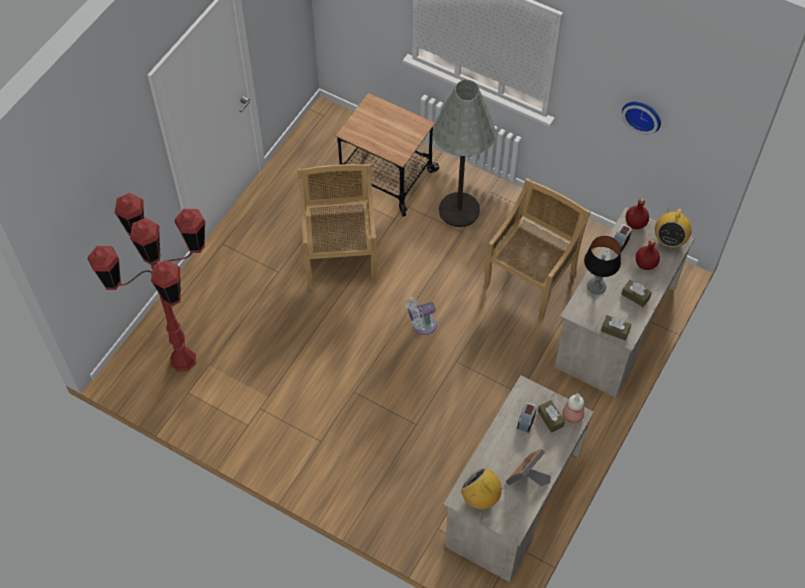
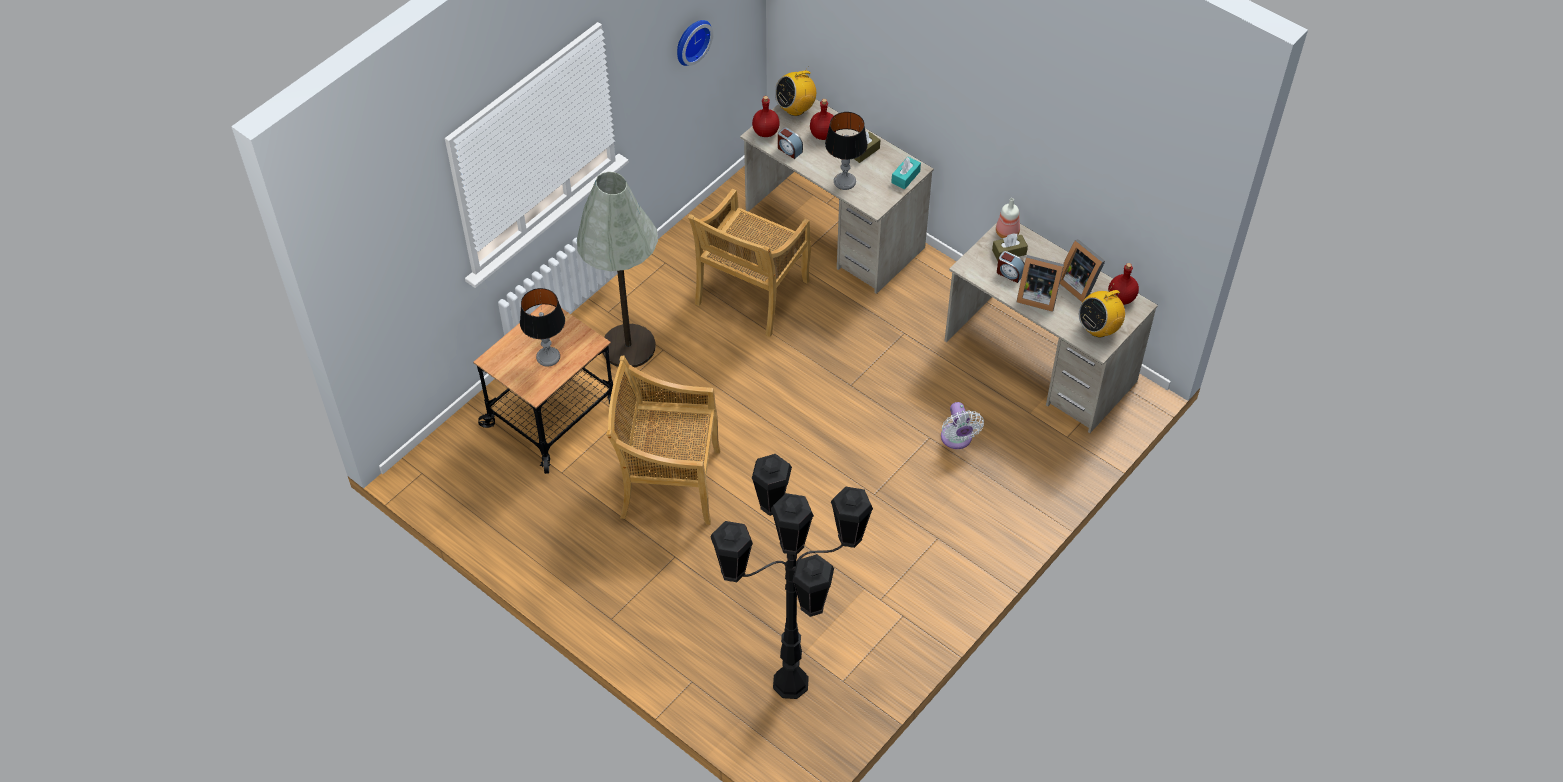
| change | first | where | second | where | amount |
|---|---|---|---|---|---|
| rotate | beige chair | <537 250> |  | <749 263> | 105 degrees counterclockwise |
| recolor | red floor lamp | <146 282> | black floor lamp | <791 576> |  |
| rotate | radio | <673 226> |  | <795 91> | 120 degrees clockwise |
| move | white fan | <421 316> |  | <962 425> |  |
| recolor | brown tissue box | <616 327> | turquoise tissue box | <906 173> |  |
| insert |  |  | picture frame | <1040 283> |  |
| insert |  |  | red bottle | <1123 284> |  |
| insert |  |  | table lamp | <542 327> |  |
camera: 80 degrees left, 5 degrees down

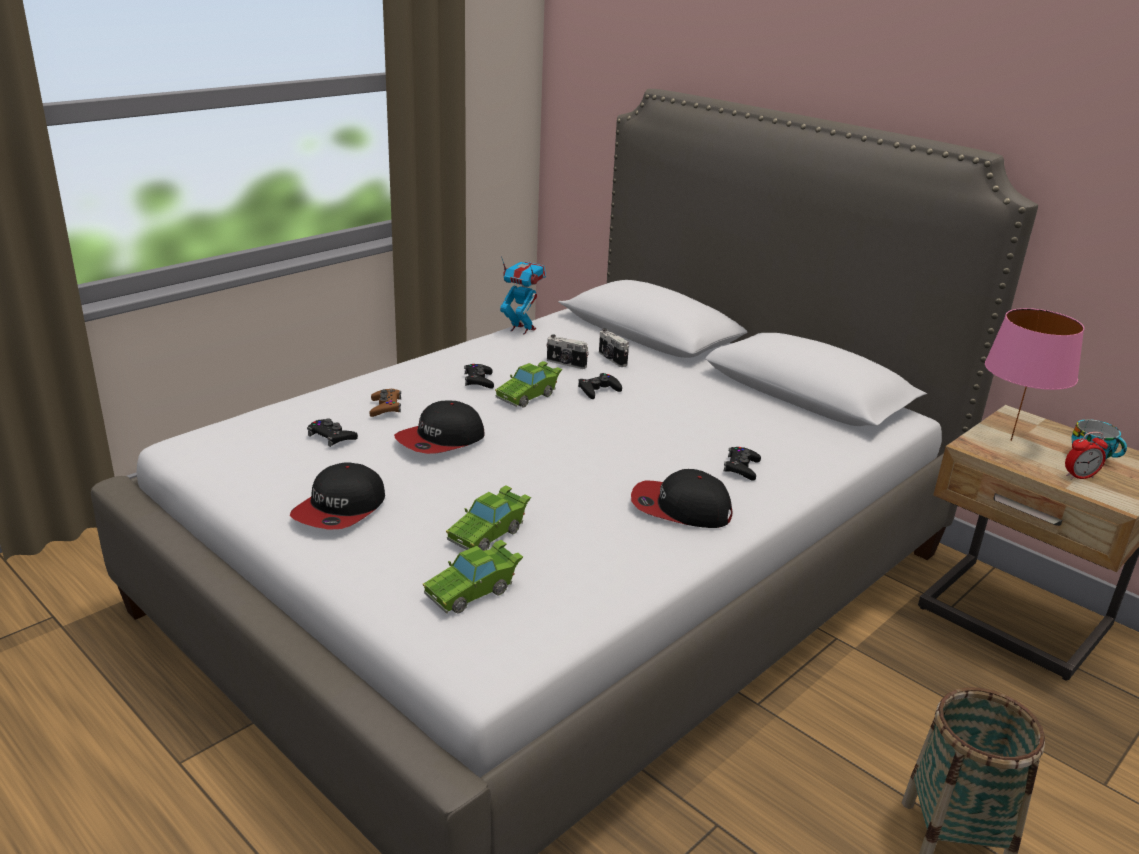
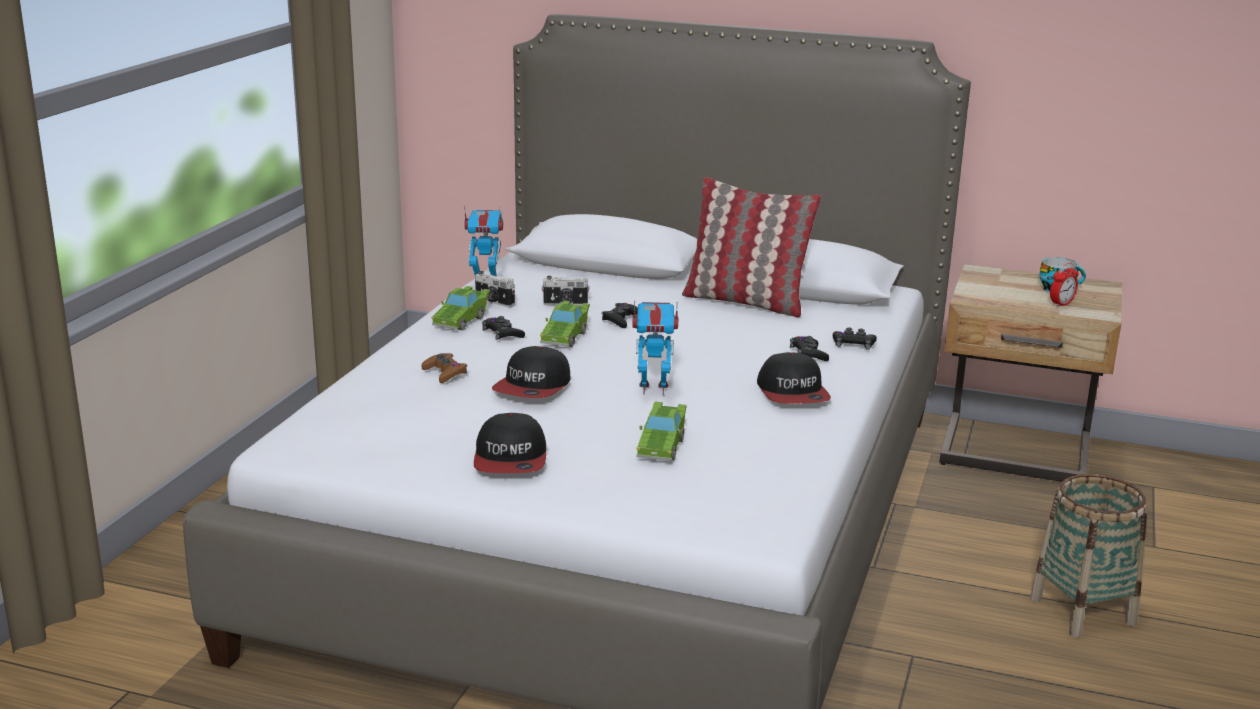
| change | first | where | second | where | amount |
|---|---|---|---|---|---|
| delete | pink table lamp | <1034 374> |  |  |  |
| move | photo camera | <614 347> |  | <495 289> |  |
| move | black game controller | <332 432> |  | <855 338> |  |
| rotate | cap | <681 498> |  | <794 378> | 90 degrees counterclockwise |
| move | green toy car | <473 577> |  | <460 308> |  |
| insert |  |  | pillow | <751 247> |  |
| insert |  |  | toy robot | <655 348> |  |
camera: 25 degrees left, 5 degrees down

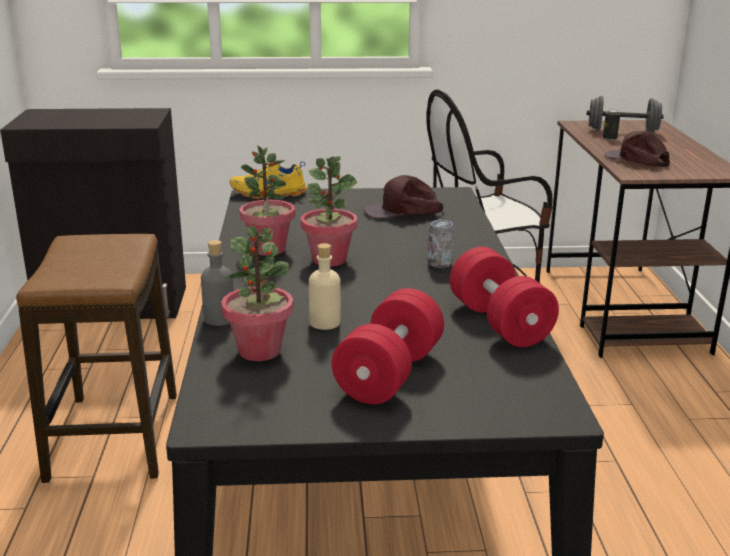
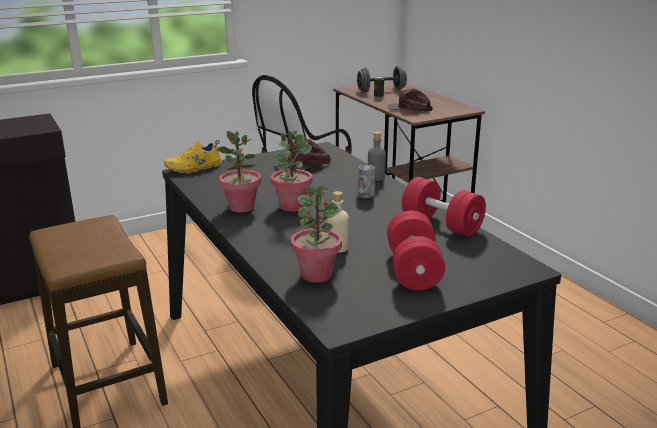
| change | first | where | second | where | amount |
|---|---|---|---|---|---|
| move | grey bottle | <217 283> |  | <377 156> |  |
camera: 25 degrees left, 0 degrees up

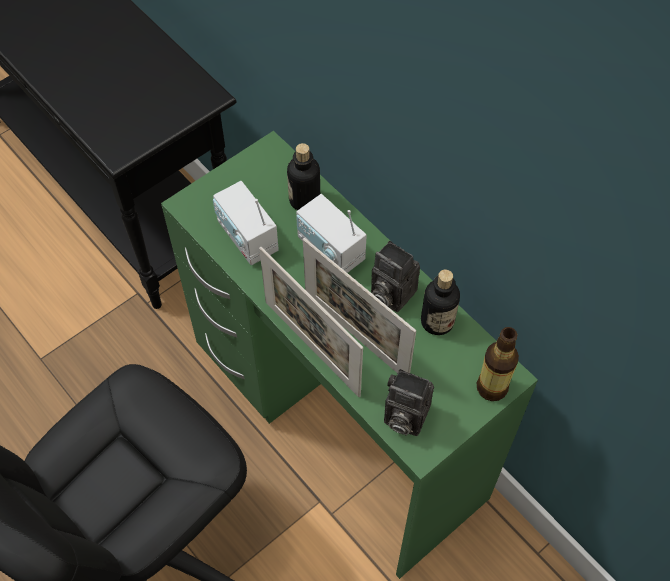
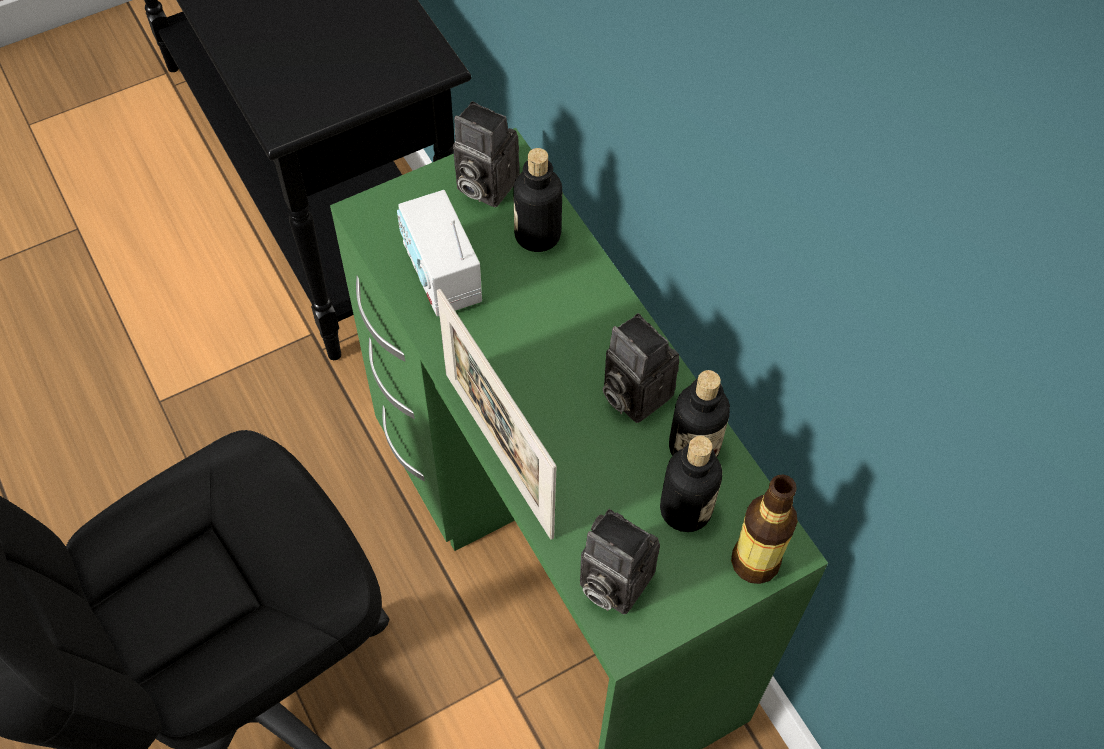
| change | first | where | second | where | amount |
|---|---|---|---|---|---|
| delete | radio | <331 233> |  |  |  |
| delete | picture frame | <359 305> |  |  |  |
| insert |  |  | photo camera | <486 154> |  |
| insert |  |  | bottle | <691 484> |  |
camera: 10 degrees right, 0 degrees up

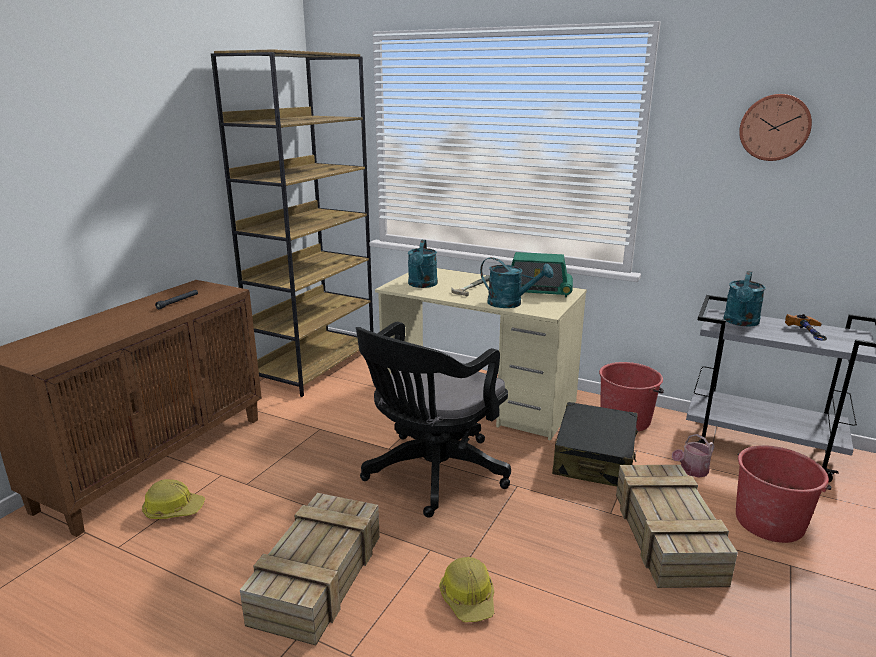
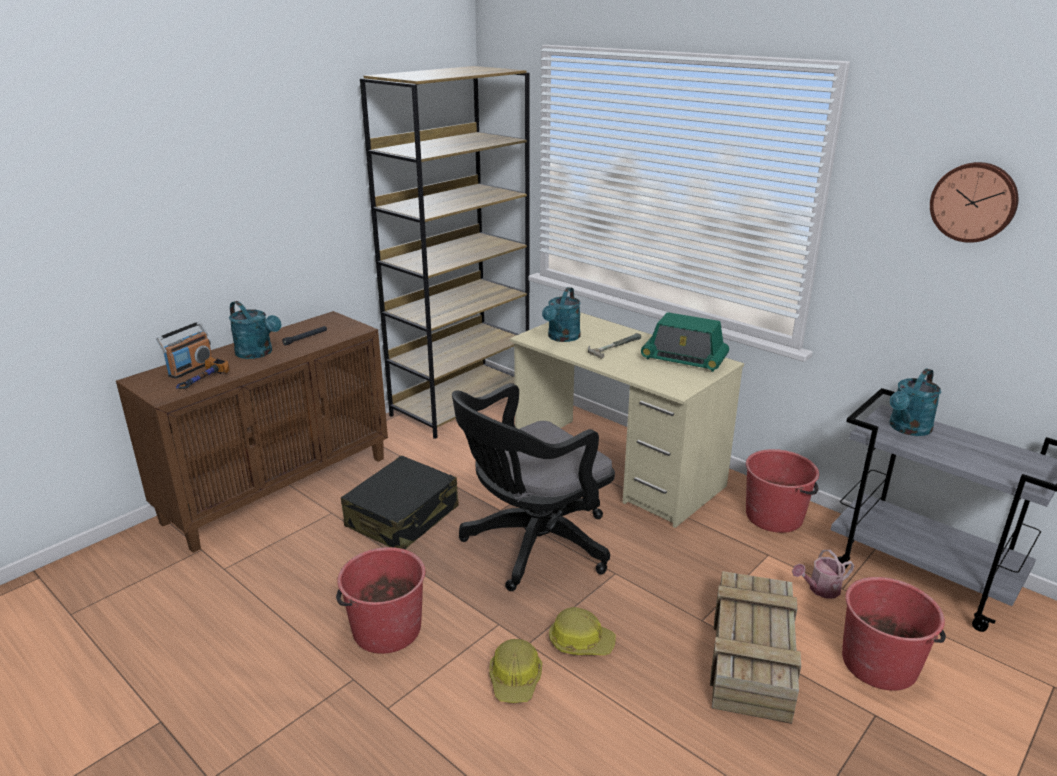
| change | first | where | second | where | amount |
|---|---|---|---|---|---|
| move | turquoise watering can | <516 282> |  | <255 330> |  |
| move | hammer | <806 327> |  | <203 373> |  |
| move | black suitcase | <595 444> |  | <399 502> |  |
| move | hard hat | <173 499> |  | <582 631> |  |
| replace | crate | <310 569> | red bucket | <380 600> |  |
| insert |  |  | radio | <184 350> |  |
camera: 15 degrees right, 5 degrees up

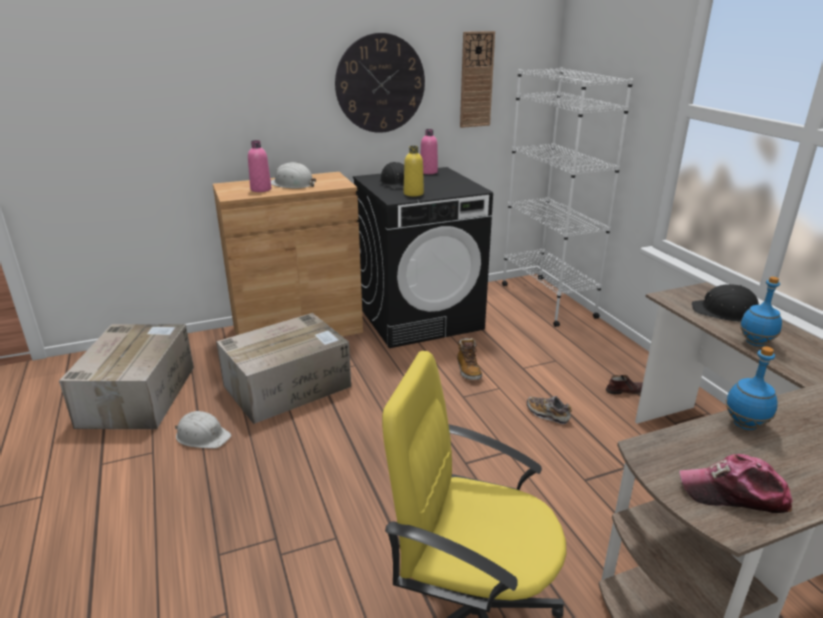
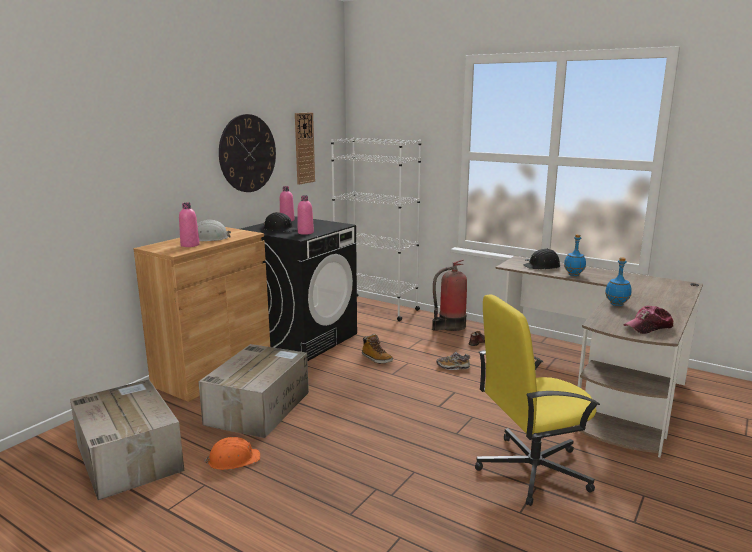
| change | first | where | second | where | amount |
|---|---|---|---|---|---|
| recolor | yellow bottle | <414 171> | pink bottle | <306 215> |  |
| recolor | white hard hat | <203 430> | orange hard hat | <232 453> |  |
| insert |  |  | fire extinguisher | <449 295> |  |
camera: 35 degrees left, 10 degrees down

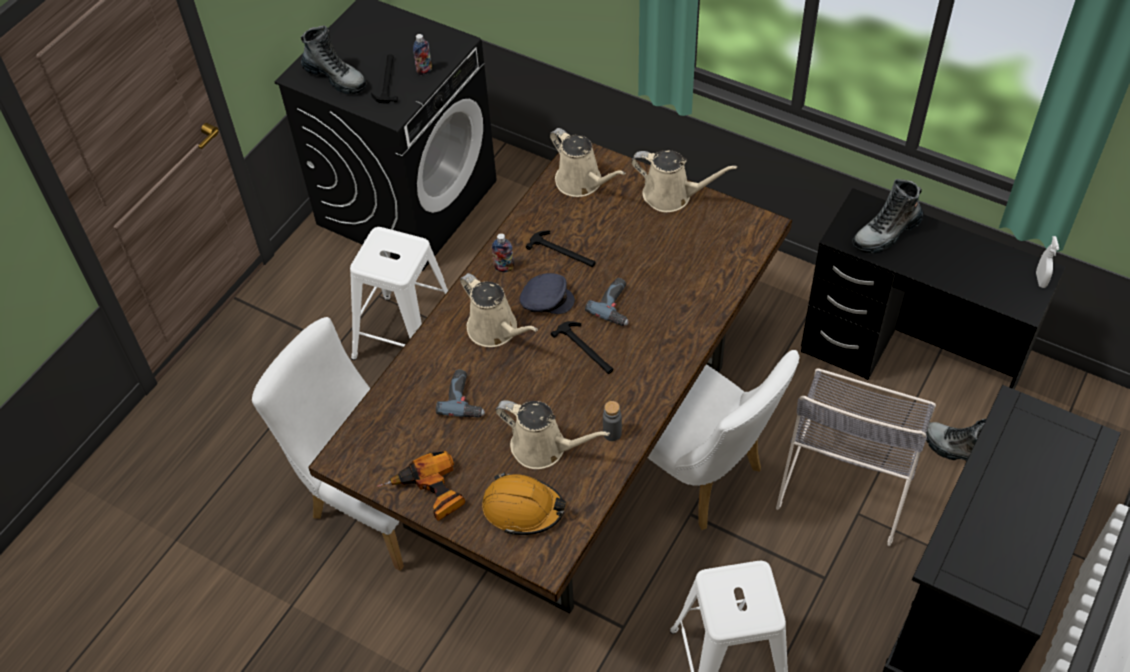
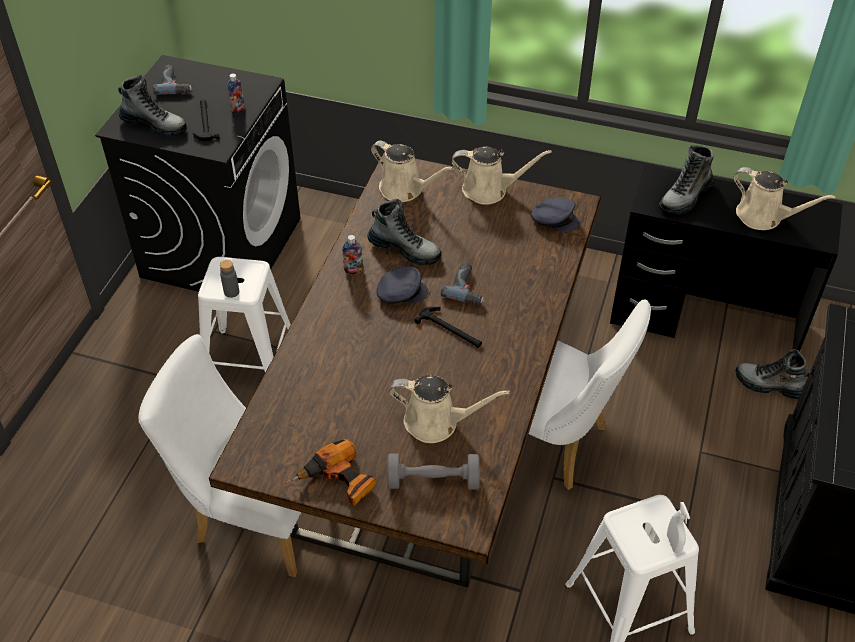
| change | first | where | second | where | amount |
|---|---|---|---|---|---|
| replace | hammer | <561 248> | boot | <404 232> |  |
| move | white spray bottle | <1047 262> |  | <678 527> |  |
| move | beige watering can | <499 310> |  | <784 198> |  |
| delete | grey chair | <856 457> |  |  |  |
| move | power drill | <460 393> |  | <172 80> |  |
| move | grey bottle | <612 421> |  | <229 279> |  |
| replace | orange hard hat | <524 503> | grey dumbbell | <433 471> |  |
| insert |  |  | grey cap | <555 214> |  |
camera: 15 degrees left, 5 degrees down

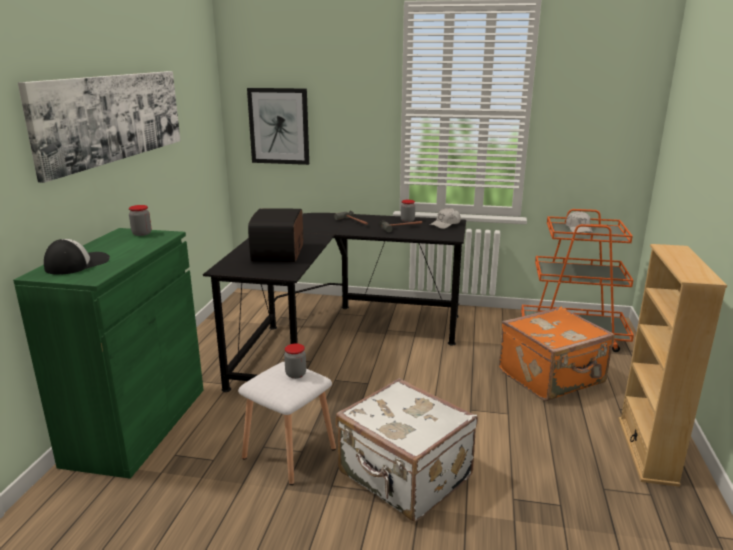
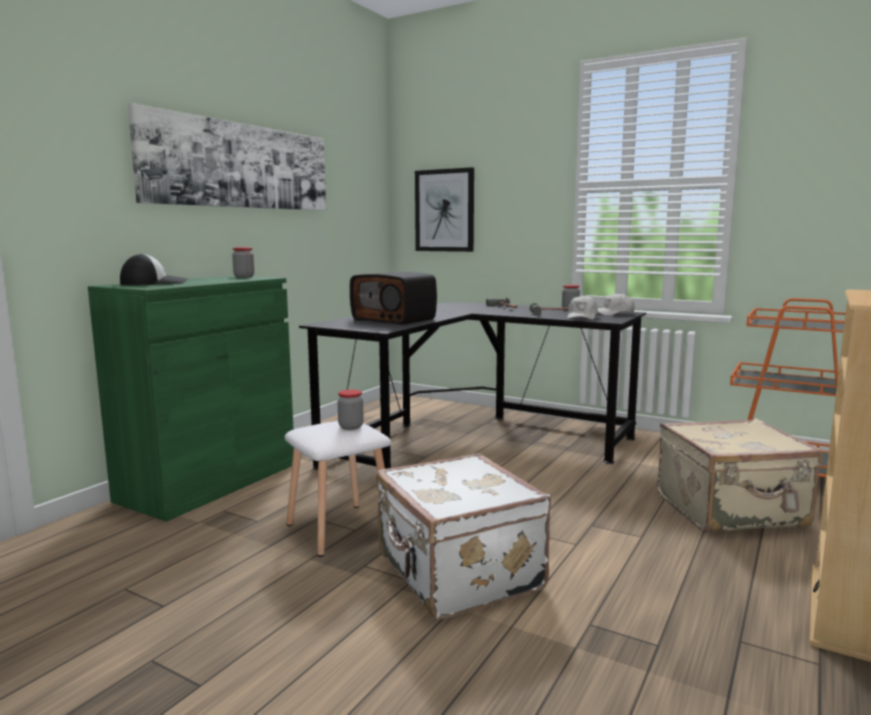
| change | first | where | second | where | amount |
|---|---|---|---|---|---|
| rotate | radio | <275 235> |  | <393 298> | 75 degrees counterclockwise |
| move | white cap | <579 222> |  | <582 307> |  |
| recolor | orange suitcase | <557 353> | beige suitcase | <740 475> |  |
camera: 20 degrees right, 10 degrees down

